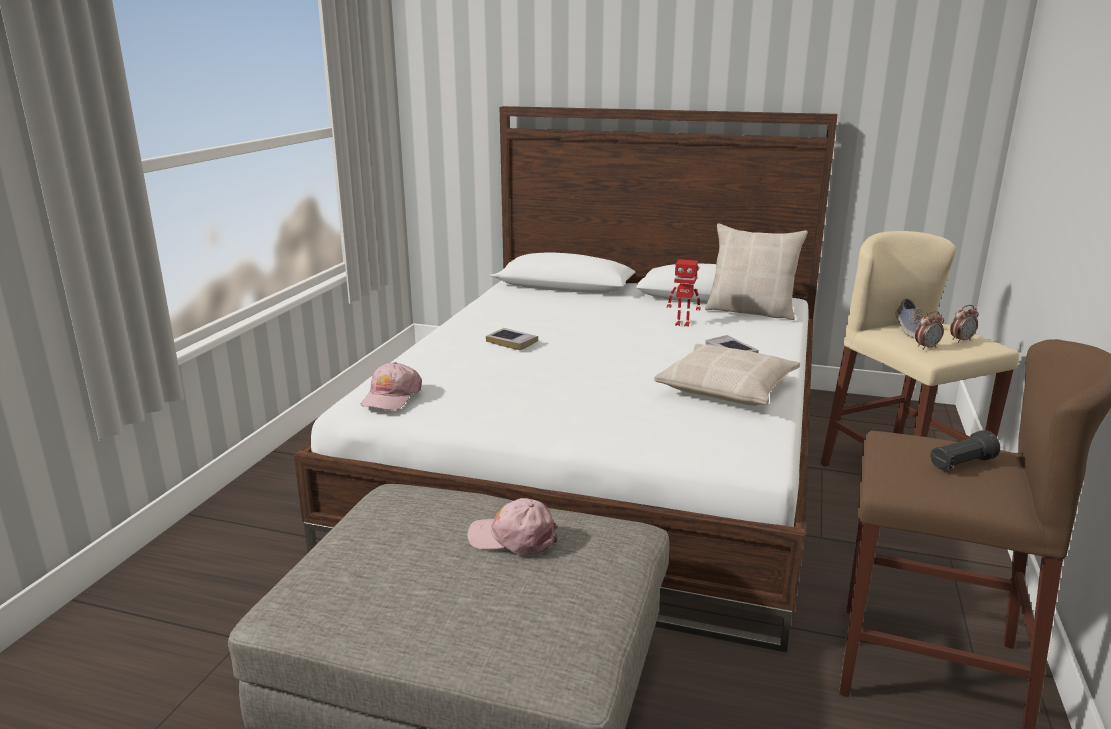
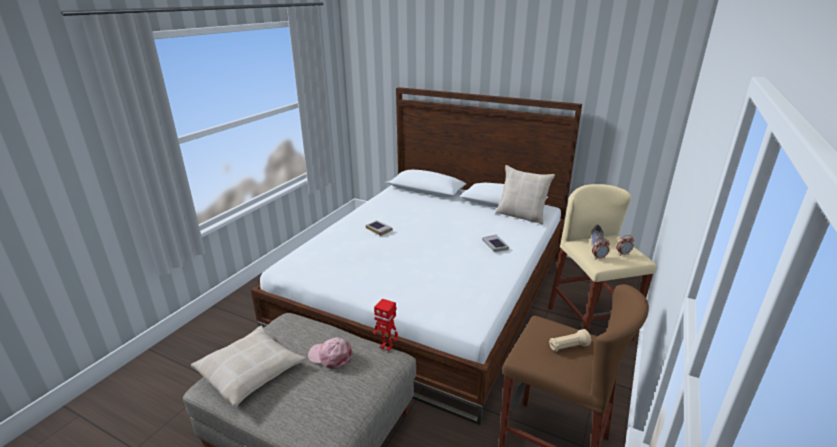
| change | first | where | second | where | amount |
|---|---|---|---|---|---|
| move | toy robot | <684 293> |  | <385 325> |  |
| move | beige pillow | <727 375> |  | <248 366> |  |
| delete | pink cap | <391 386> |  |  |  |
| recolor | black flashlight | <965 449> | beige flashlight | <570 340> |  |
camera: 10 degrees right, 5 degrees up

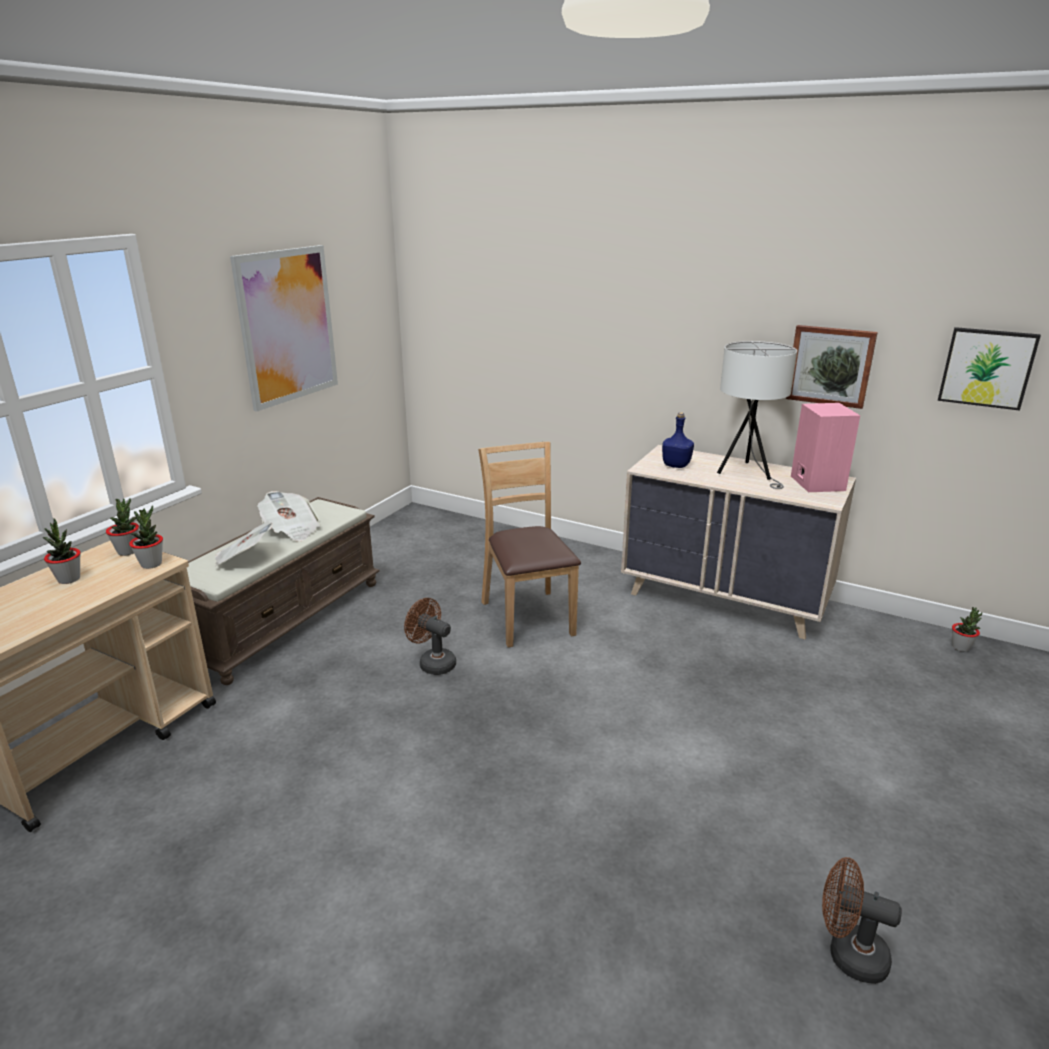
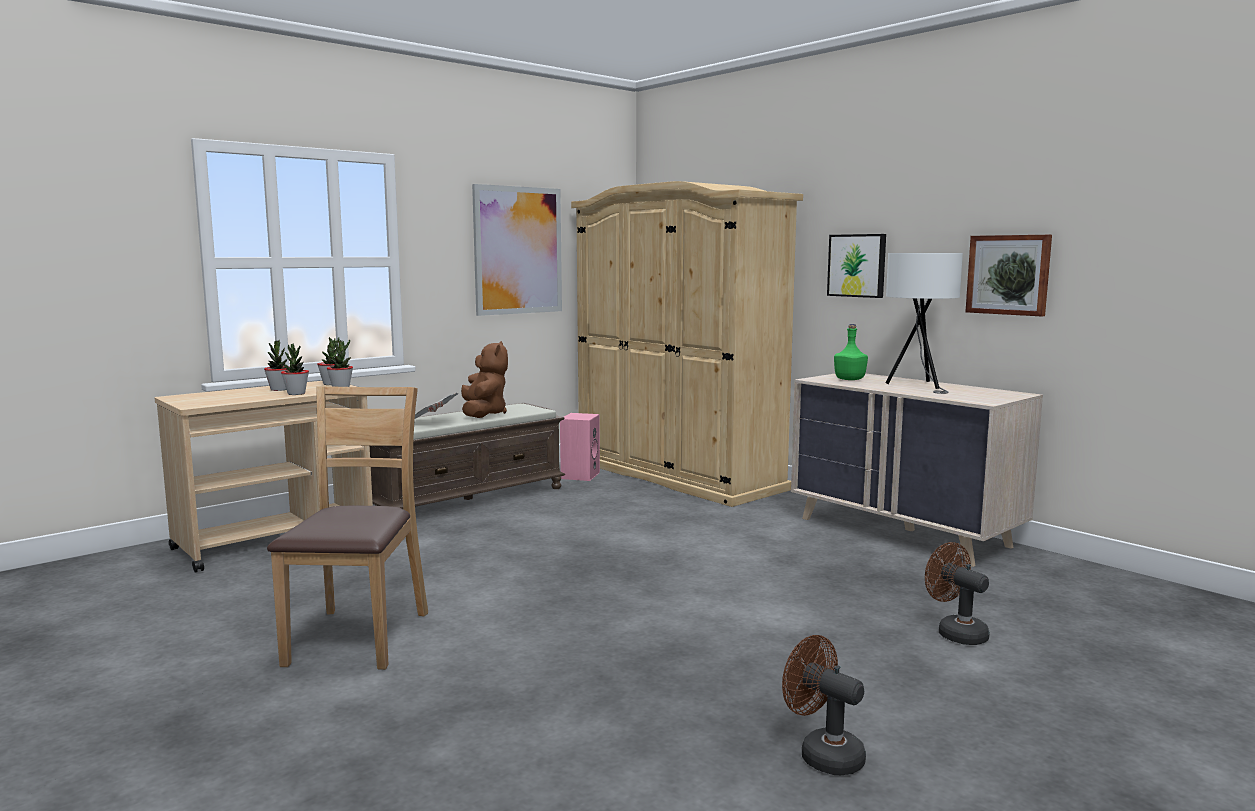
| change | first | where | second | where | amount |
|---|---|---|---|---|---|
| move | picture | <989 369> |  | <856 266> |  |
| move | pink speaker | <825 447> |  | <580 447> |  |
| recolor | blue bottle | <678 440> | green bottle | <851 352> |  |
| move | brown chair | <529 545> |  | <347 528> |  |
| replace | newspaper | <289 516> | brown plush toy | <484 379> |  |
| move | brown fan | <430 636> |  | <957 593> |  |
| move | potted plant | <967 629> |  | <295 369> |  |
| insert |  |  | beige wardrobe | <687 344> |  |
camera: 20 degrees right, 15 degrees down

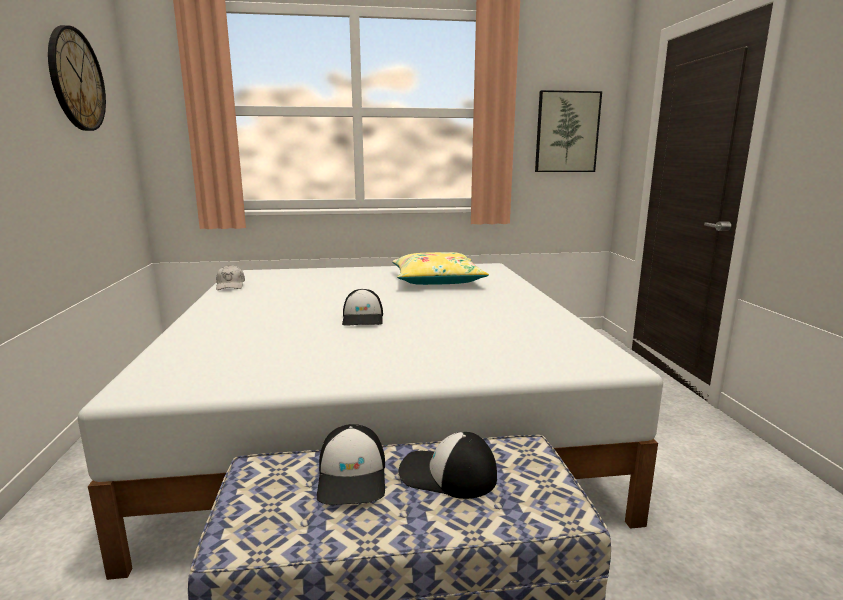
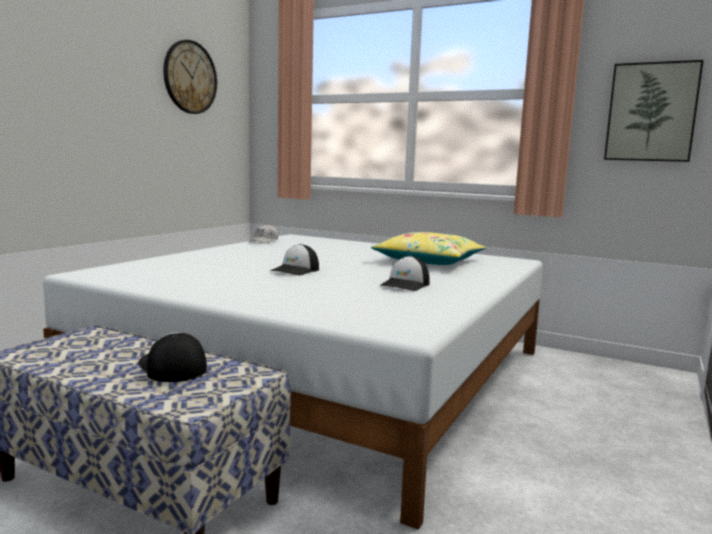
| change | first | where | second | where | amount |
|---|---|---|---|---|---|
| move | cap | <351 464> |  | <404 273> |  |
camera: 35 degrees right, 5 degrees down

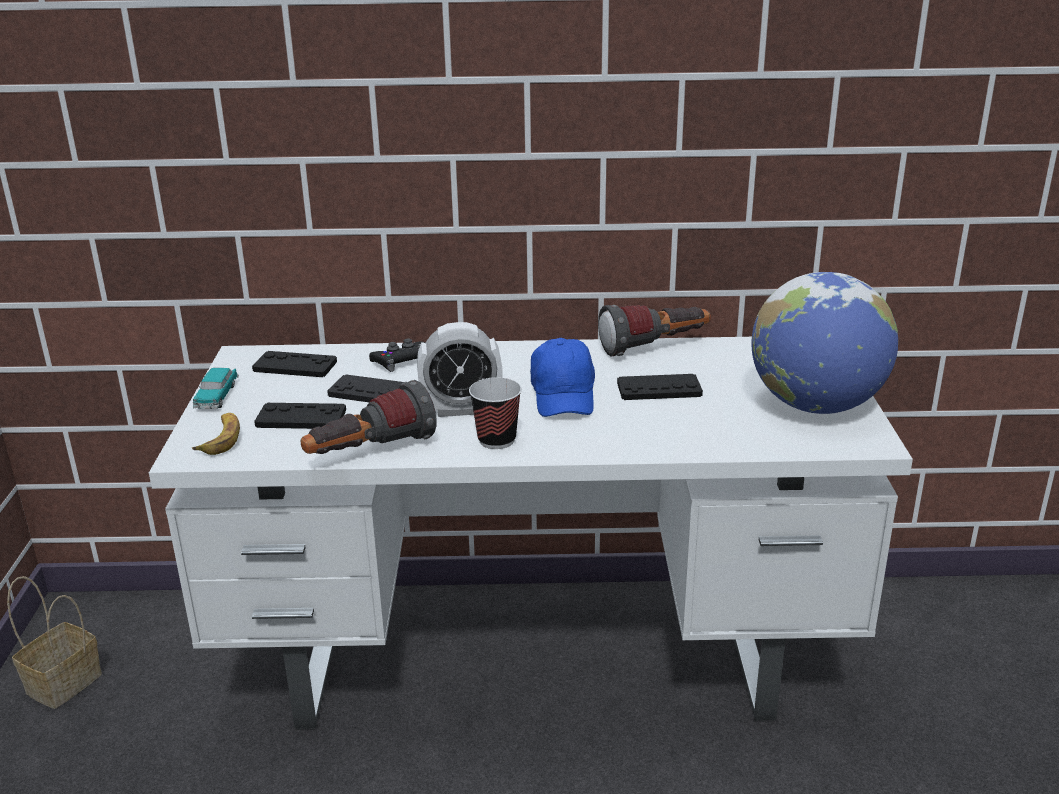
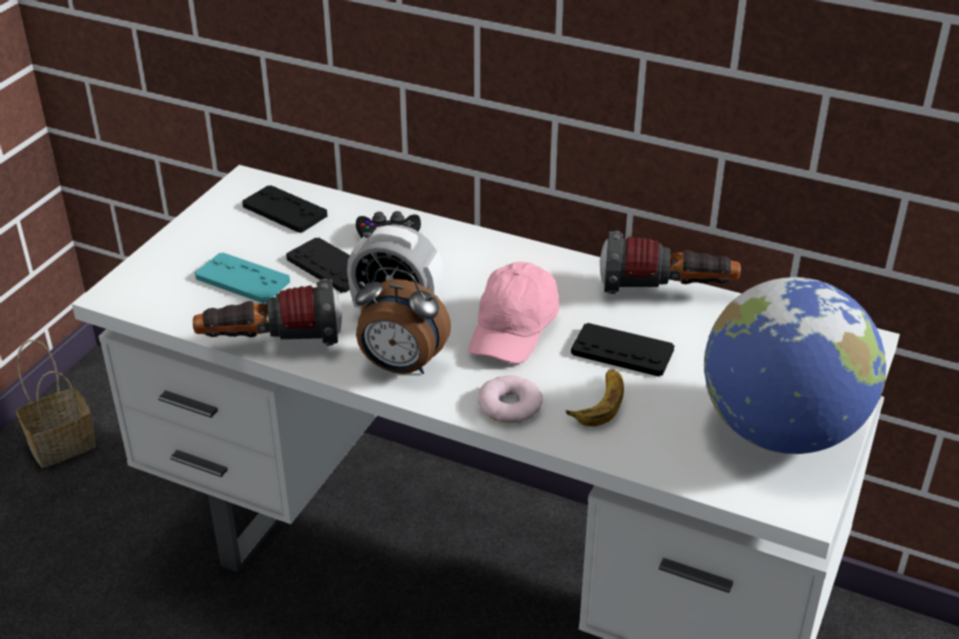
| change | first | where | second | where | amount |
|---|---|---|---|---|---|
| recolor | blue cap | <562 377> | pink cap | <513 313> |  |
| delete | toy car | <216 388> |  |  |  |
| replace | cup | <495 413> | alarm clock | <403 320> |  |
| recolor | black game controller | <300 416> | turquoise game controller | <242 277> |  |
| move | banana | <216 434> |  | <595 398> |  |
| insert |  |  | donut | <510 399> |  |
camera: 25 degrees right, 10 degrees up

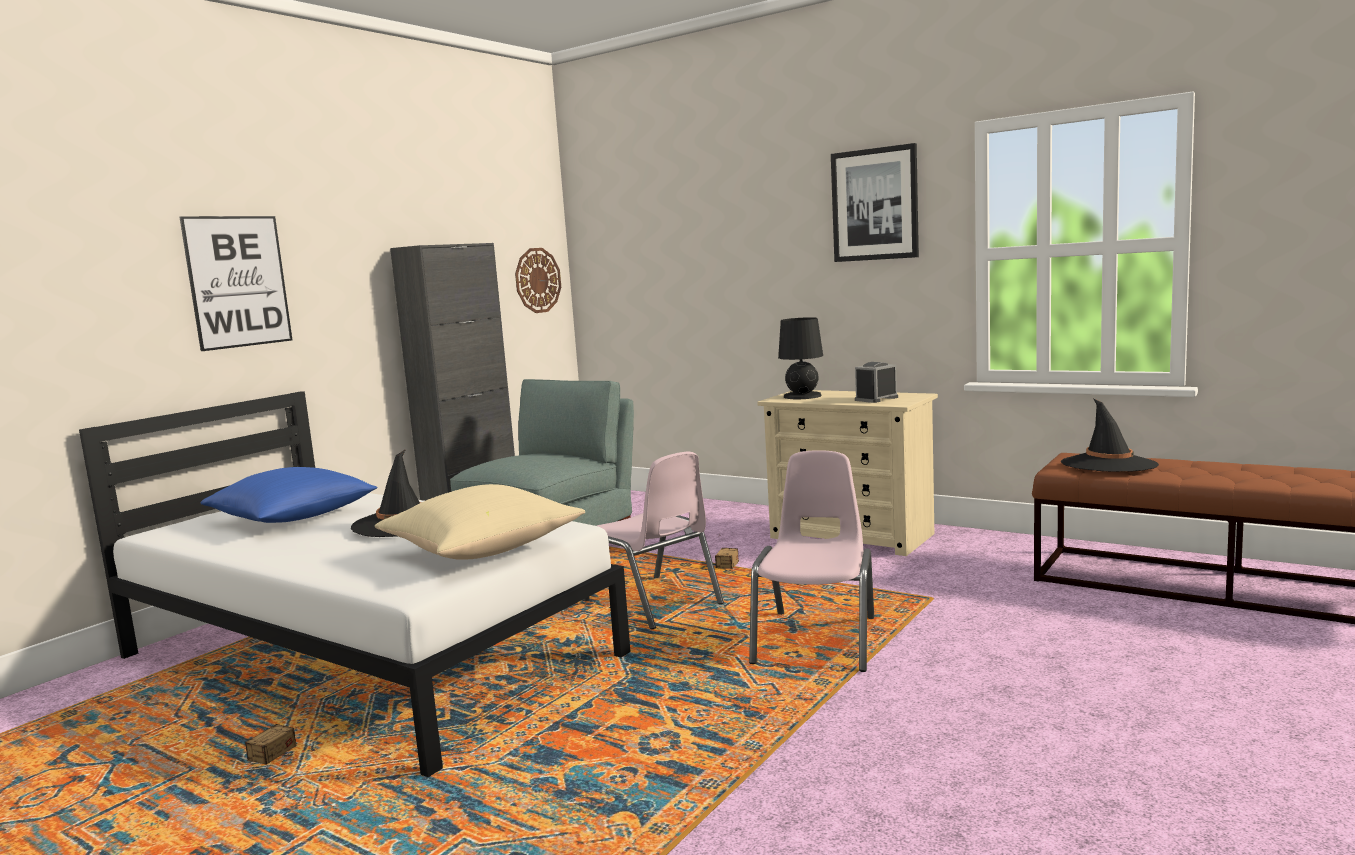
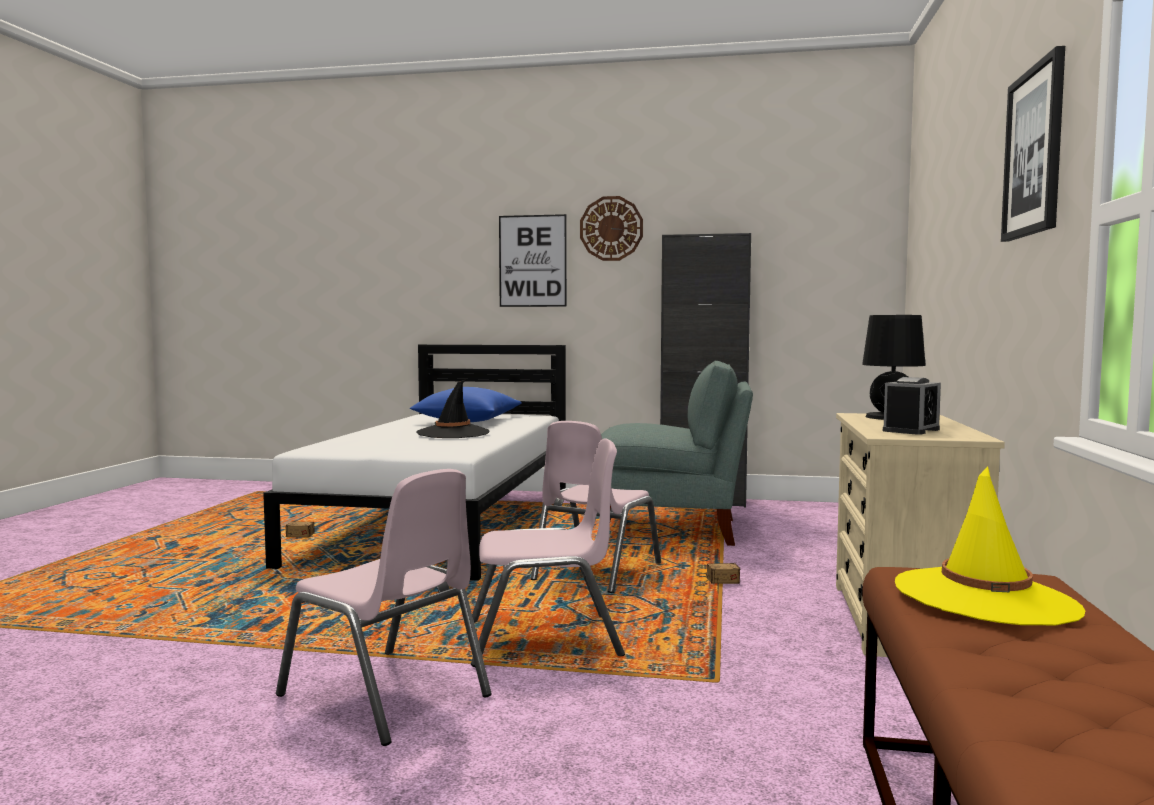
| change | first | where | second | where | amount |
|---|---|---|---|---|---|
| move | wall clock | <538 280> |  | <611 228> |  |
| rotate | alarm clock | <876 382> |  | <912 406> | 105 degrees clockwise |
| recolor | black hat | <1110 435> | yellow hat | <990 546> |  |
| delete | beige pillow | <480 522> |  |  |  |
| insert |  |  | pink chair | <383 607> |  |
camera: 65 degrees right, 5 degrees down

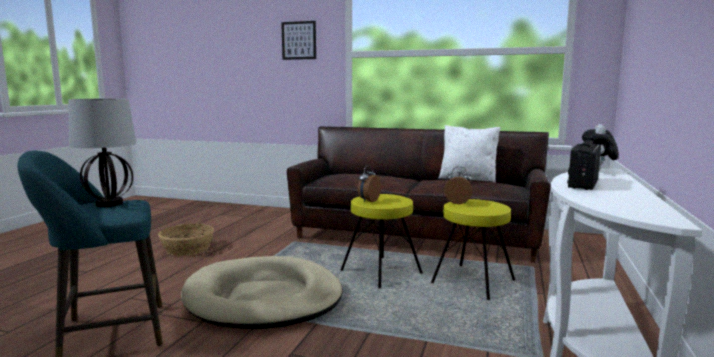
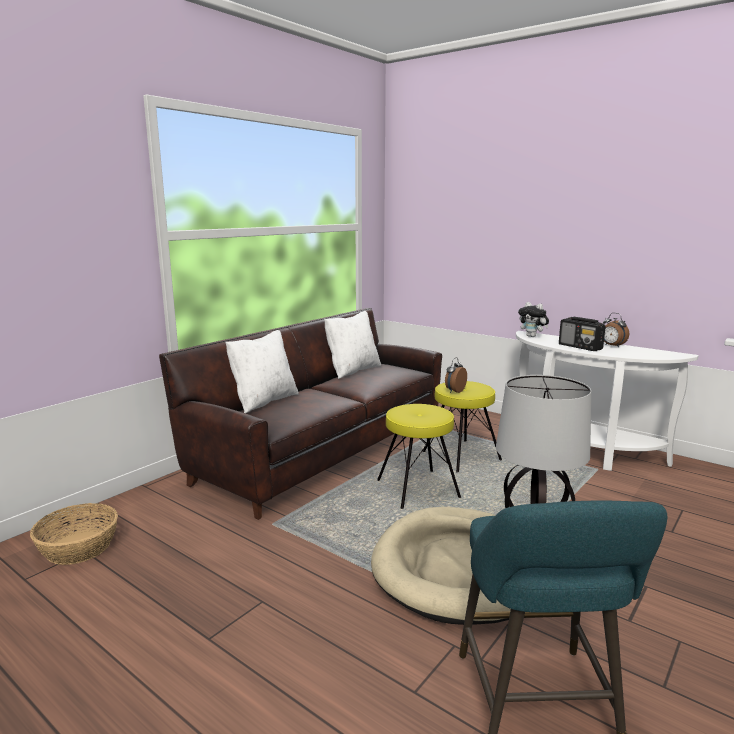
| change | first | where | second | where | amount |
|---|---|---|---|---|---|
| delete | picture | <298 40> |  |  |  |
| move | alarm clock | <369 183> |  | <616 330> |  |
| move | basket | <186 240> |  | <74 534> |  |
| insert |  |  | white pillow | <262 371> |  |
camera: 70 degrees left, 5 degrees up

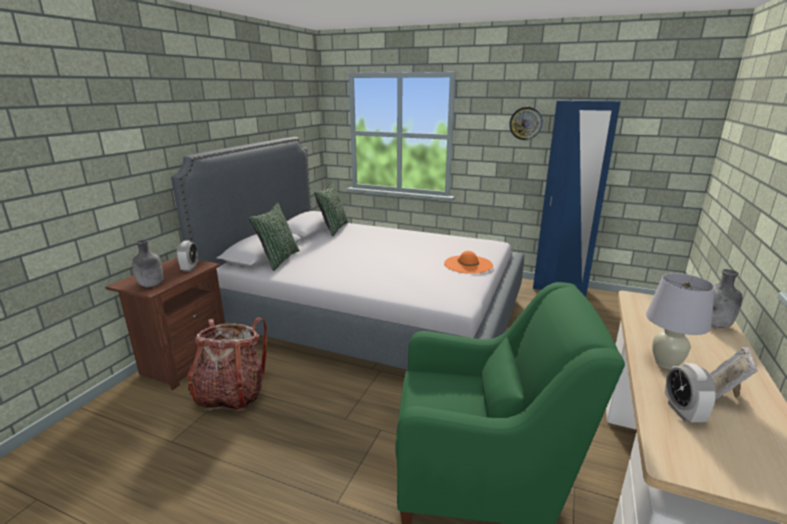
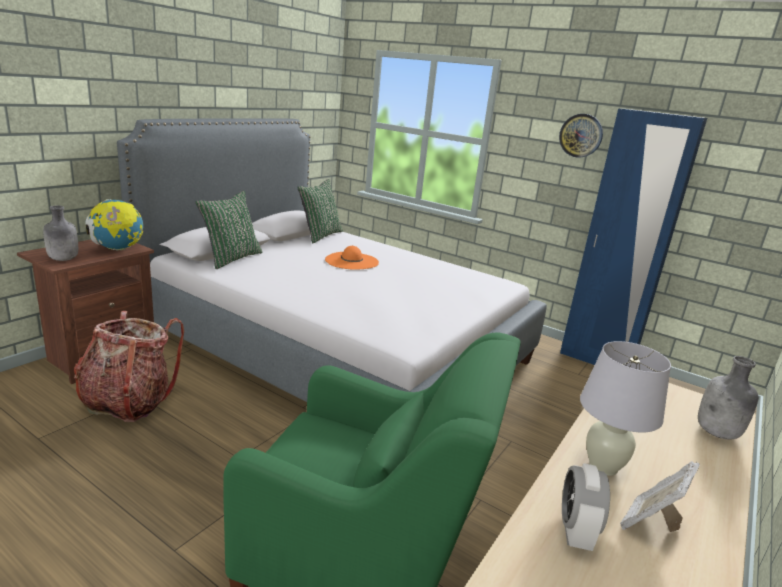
| change | first | where | second | where | amount |
|---|---|---|---|---|---|
| replace | alarm clock | <187 256> | globe | <114 224> |  |
| move | orange hat | <468 262> |  | <352 258> |  |
camera: 10 degrees right, 0 degrees up

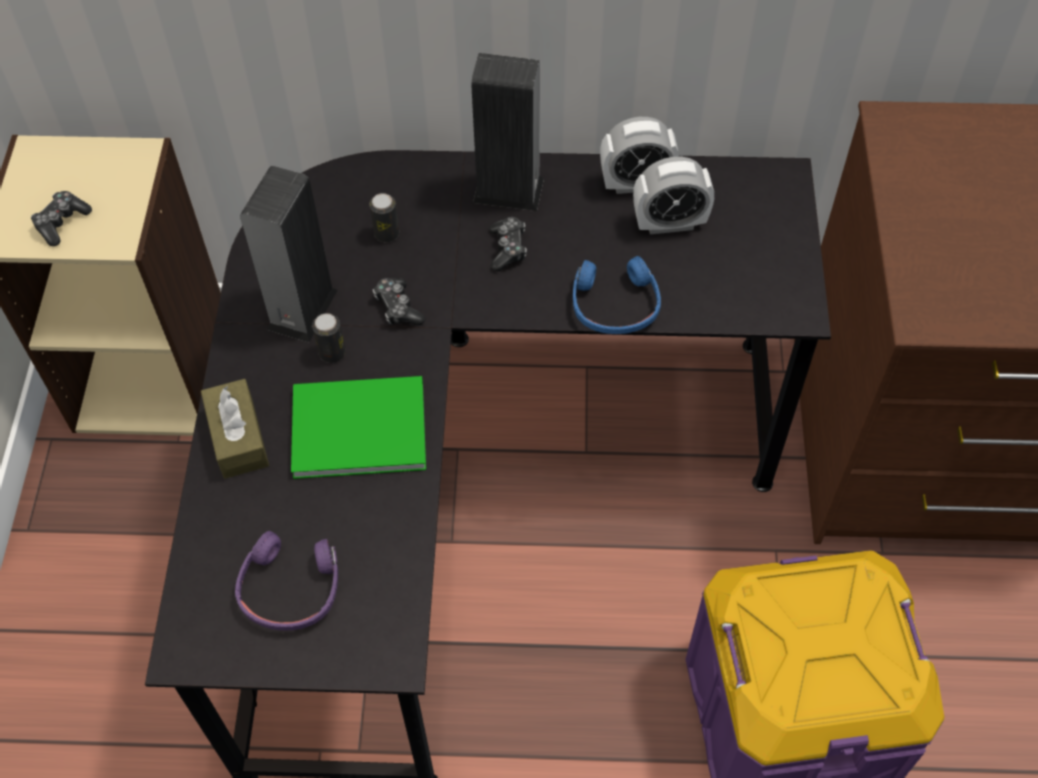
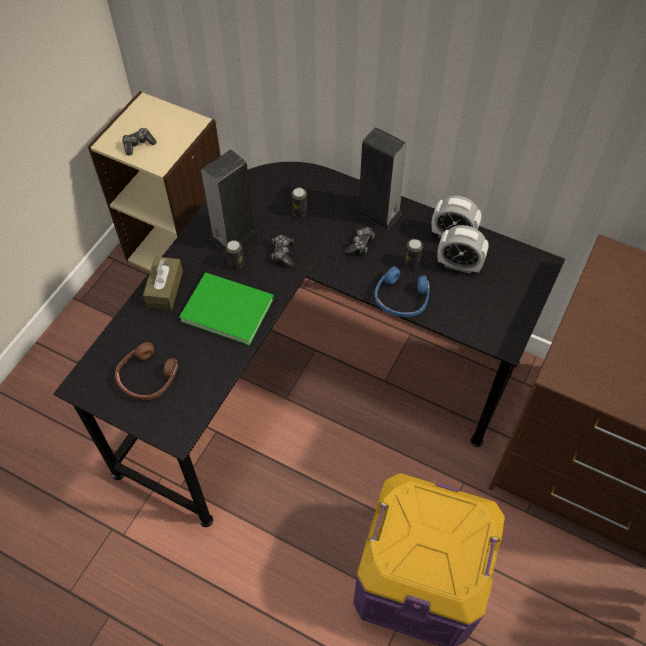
| change | first | where | second | where | amount |
|---|---|---|---|---|---|
| recolor | purple headphones | <286 581> | brown headphones | <147 371> |  |
| insert |  |  | can | <413 253> |  |
camera: 25 degrees right, 0 degrees up

